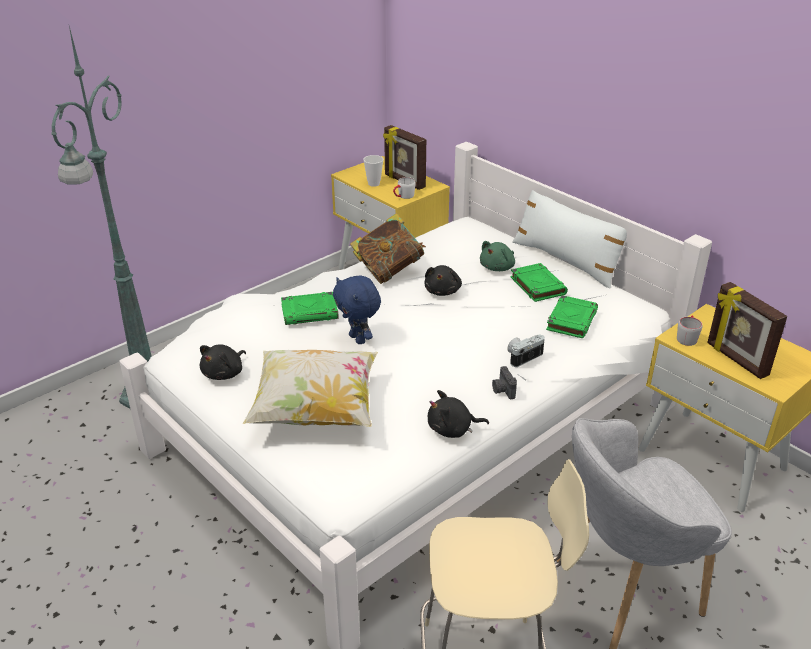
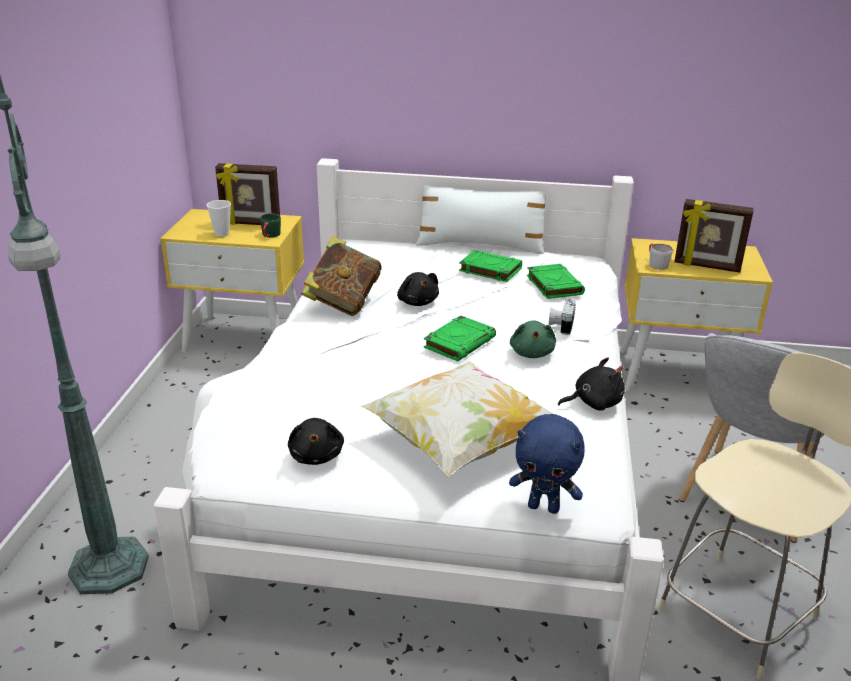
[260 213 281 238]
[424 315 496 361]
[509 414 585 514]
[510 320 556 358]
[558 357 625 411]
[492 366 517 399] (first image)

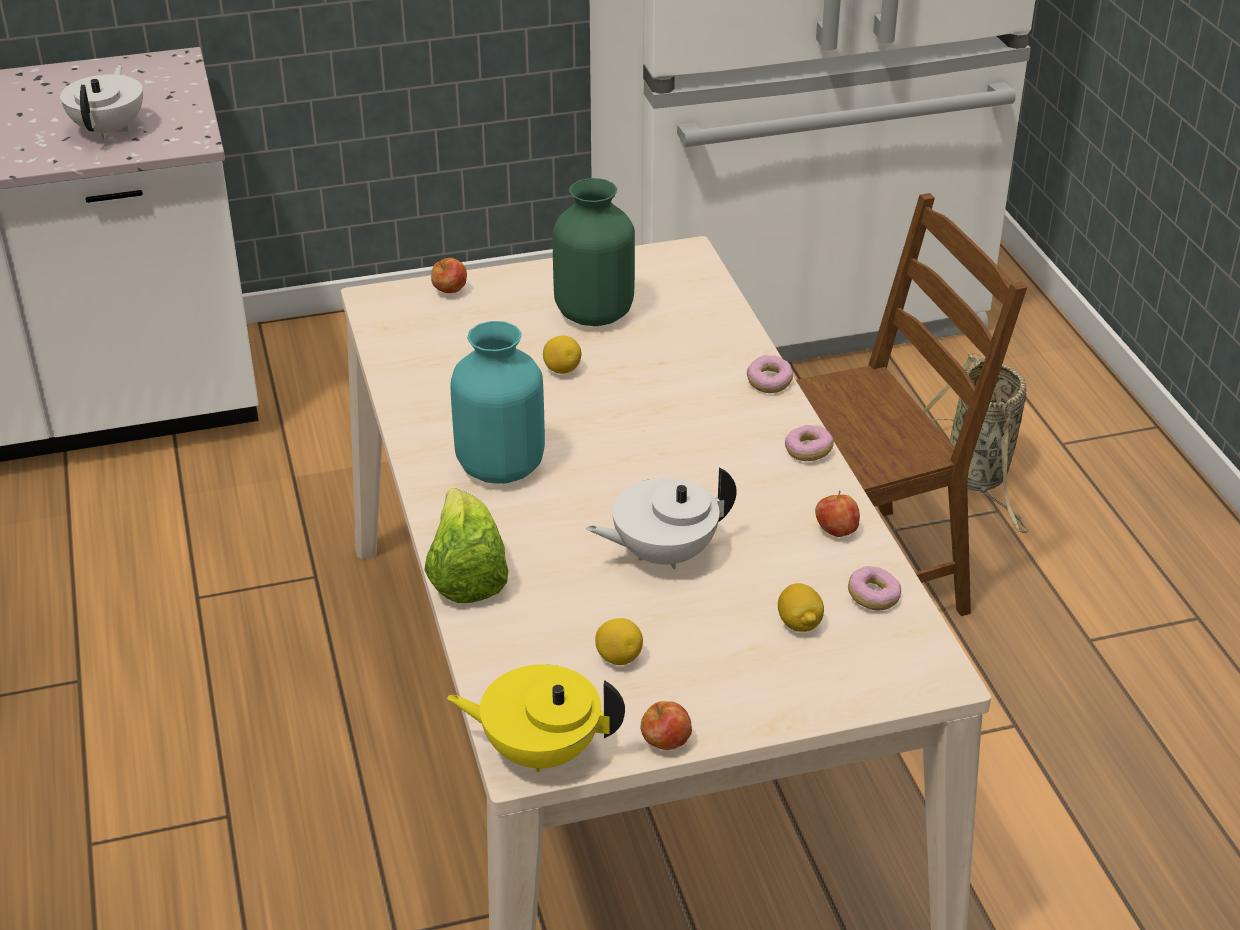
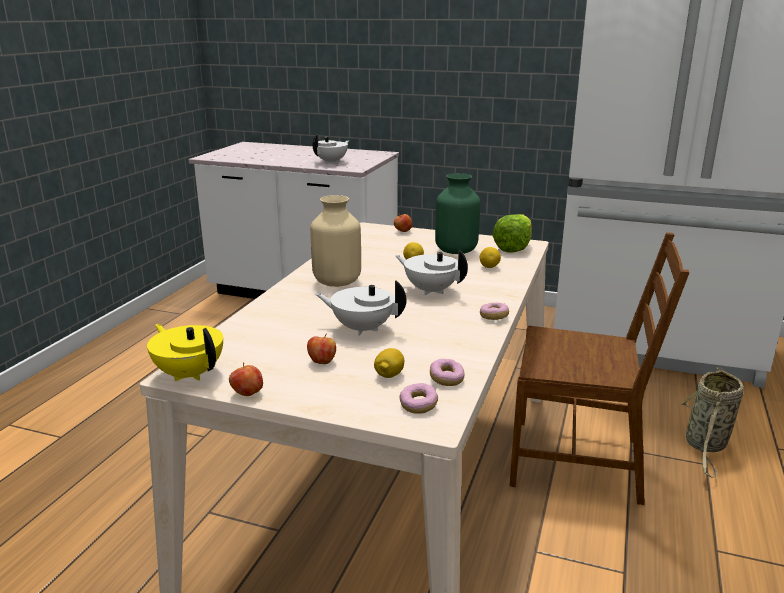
[307 333 336 364]
[310 195 361 287]
[395 250 468 295]
[400 383 438 414]
[480 247 501 268]
[492 214 532 253]

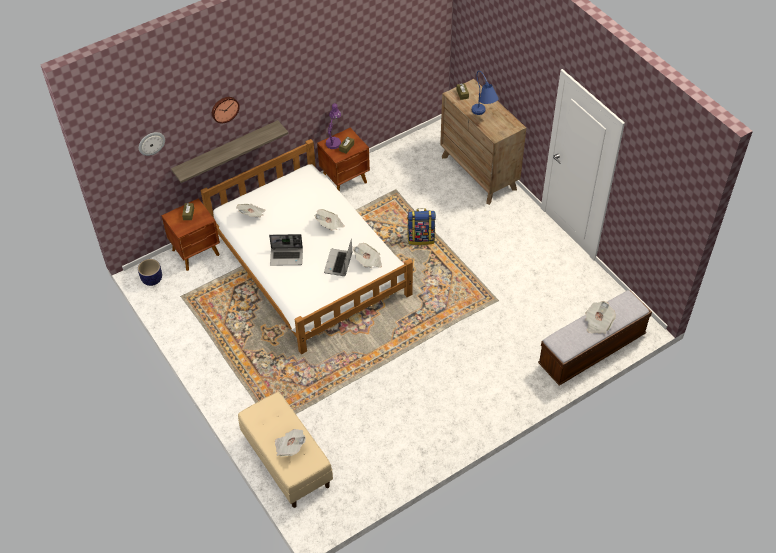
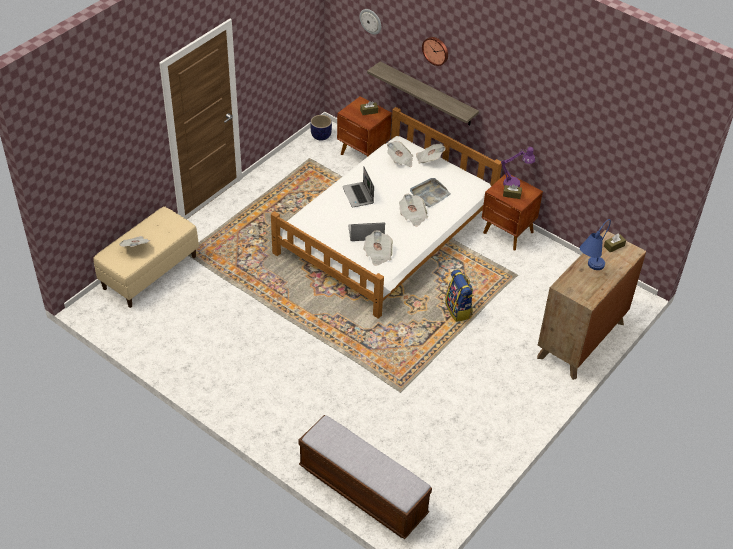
[410 178 451 207]
[416 143 445 164]

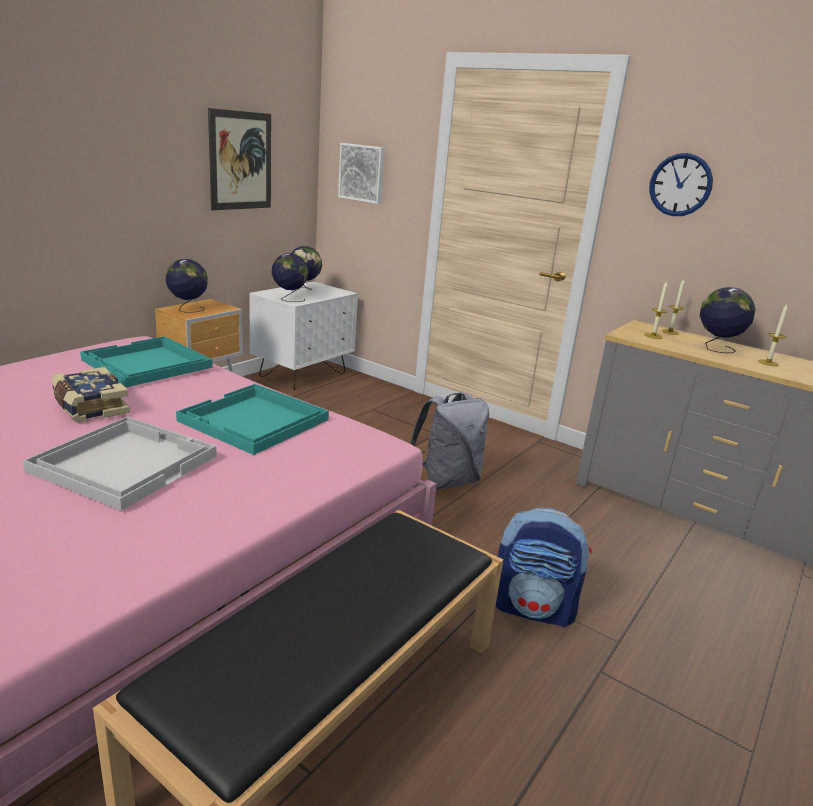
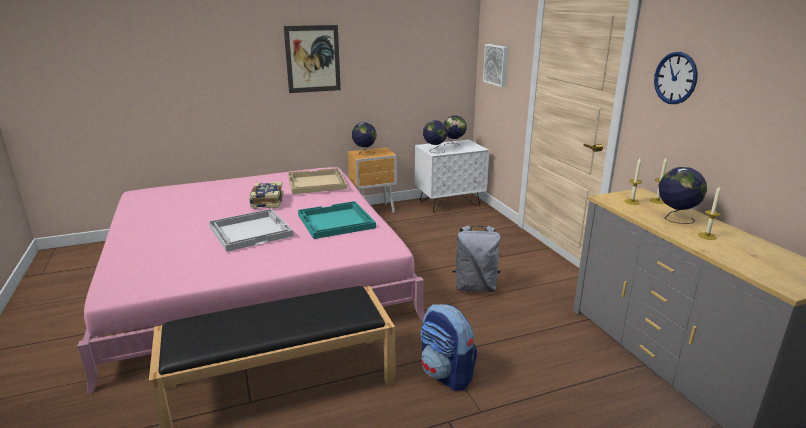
[284 25 341 93]
[288 168 347 194]

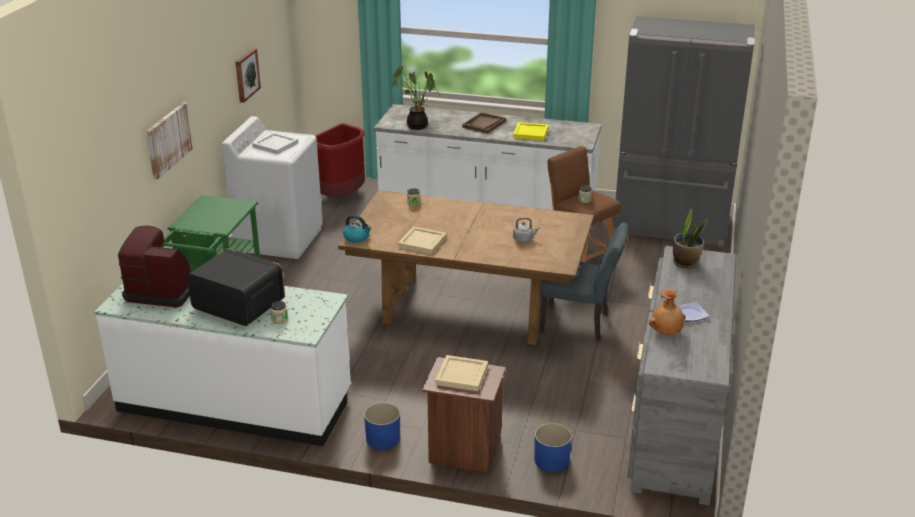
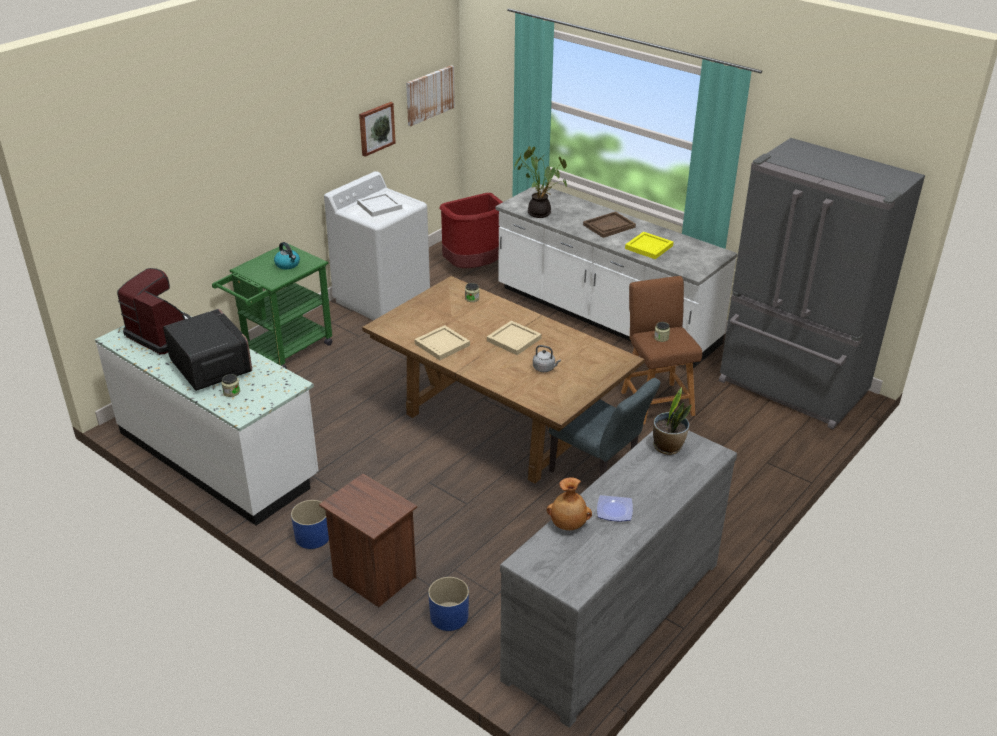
[274 242 300 270]
[406 65 455 126]
[487 321 542 355]

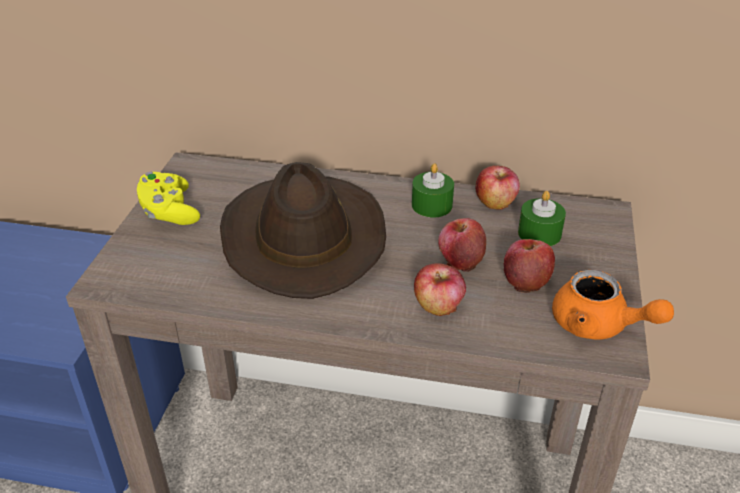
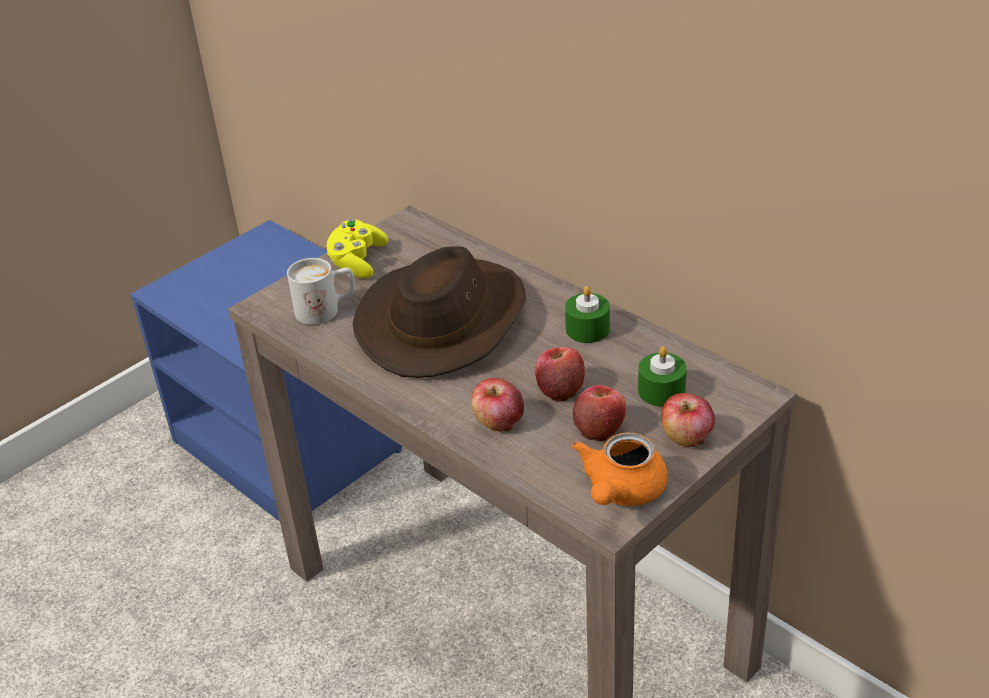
[287 258 355 325]
[572 433 668 506]
[661 393 715 447]

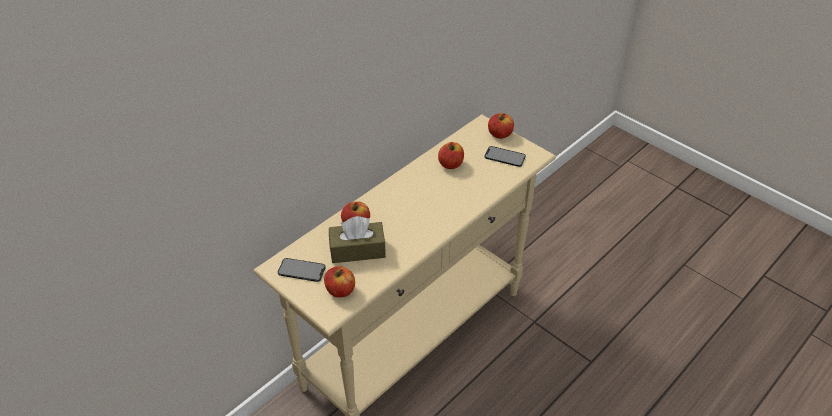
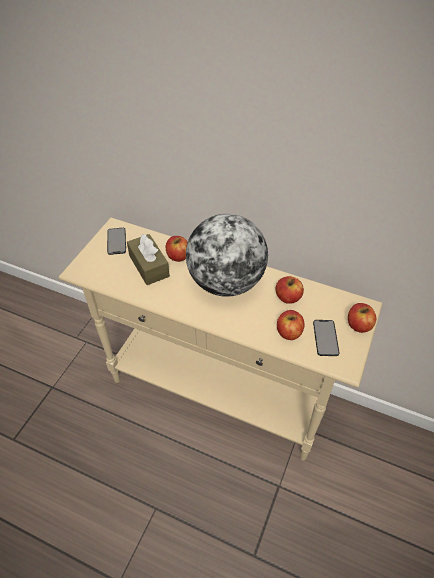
[186 214 268 297]
[277 310 305 340]

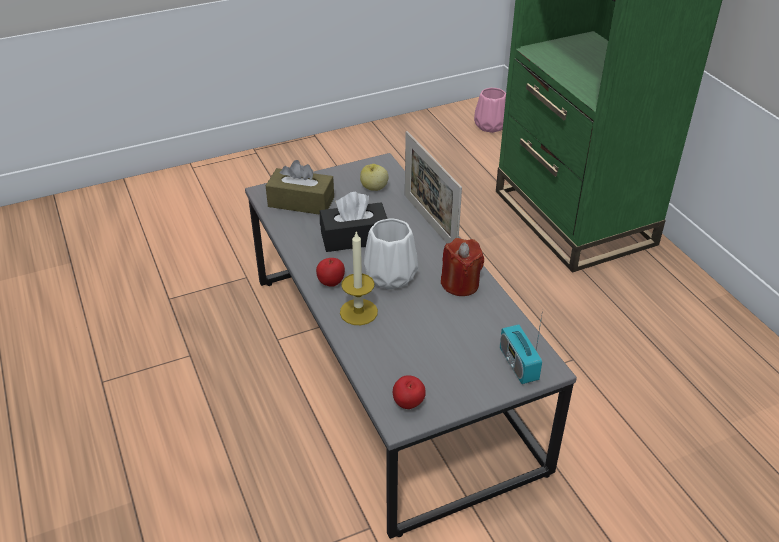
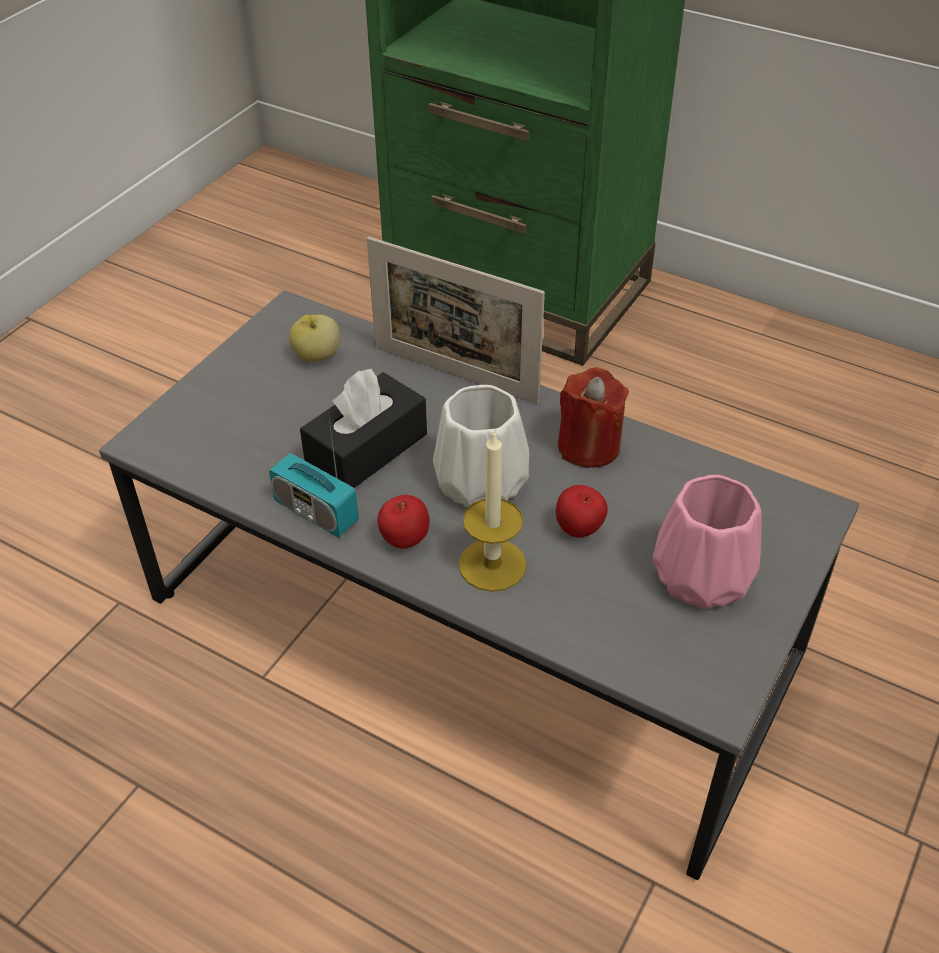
[269 412 359 537]
[556 485 608 538]
[652 475 762 609]
[266 160 334 215] (first image)

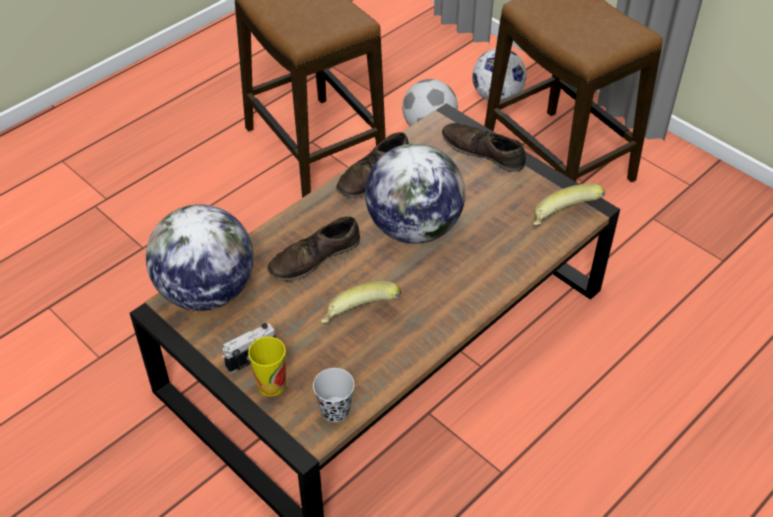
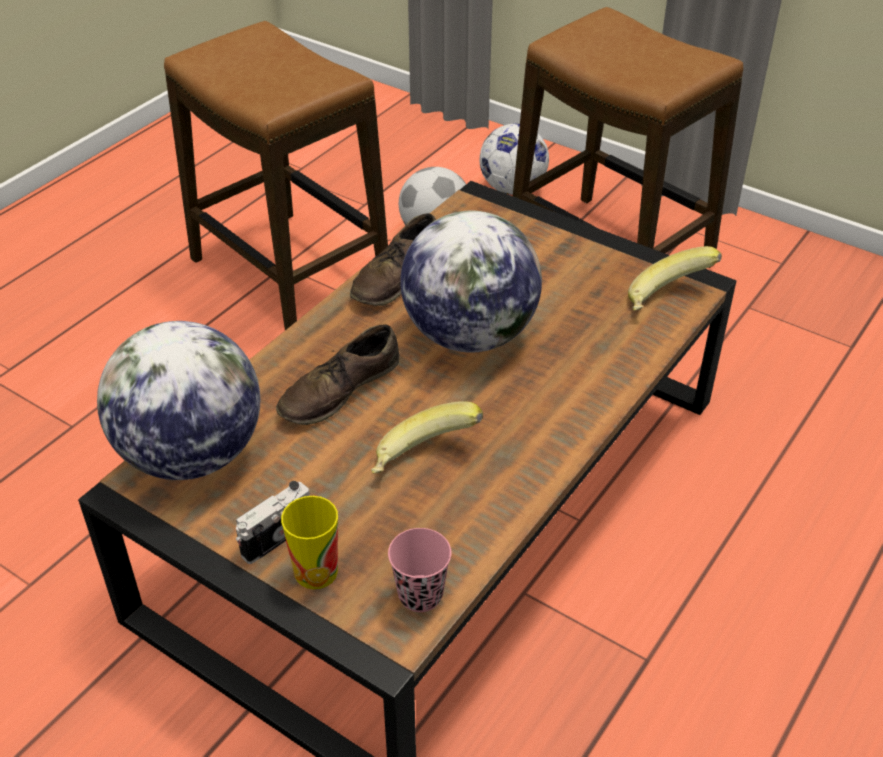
[388 528 451 612]
[442 123 526 172] (first image)

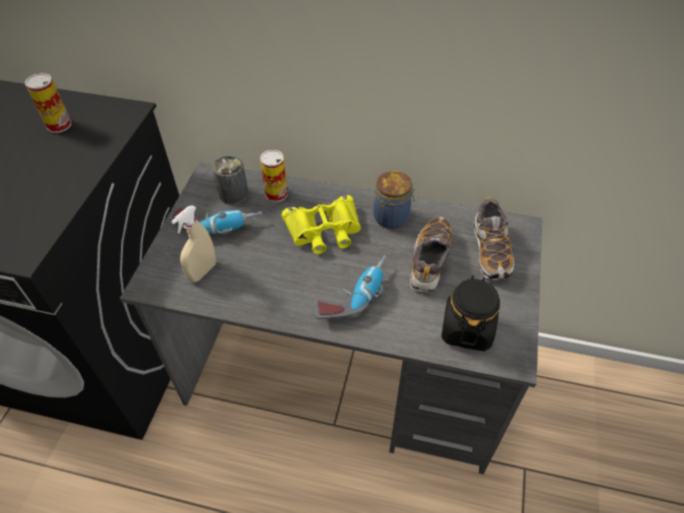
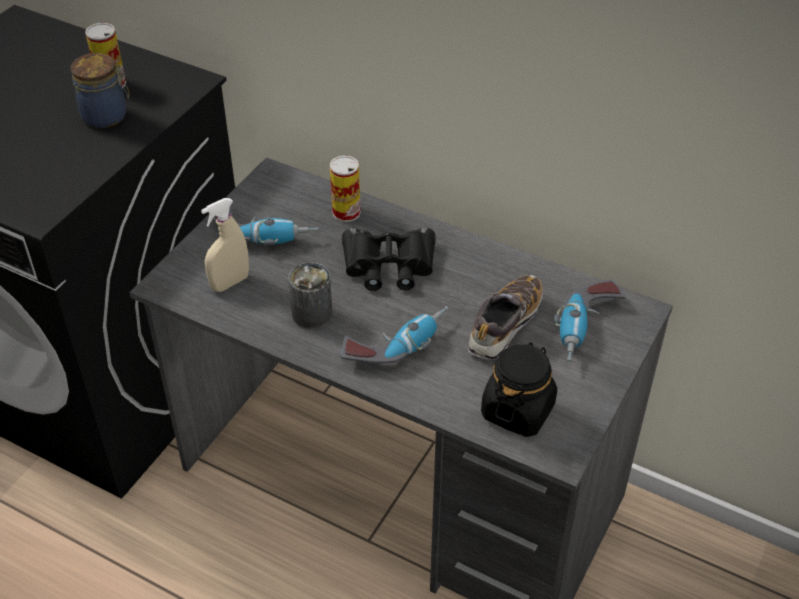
[71 53 129 128]
[289 262 333 330]
[342 228 436 291]
[554 279 626 363]

